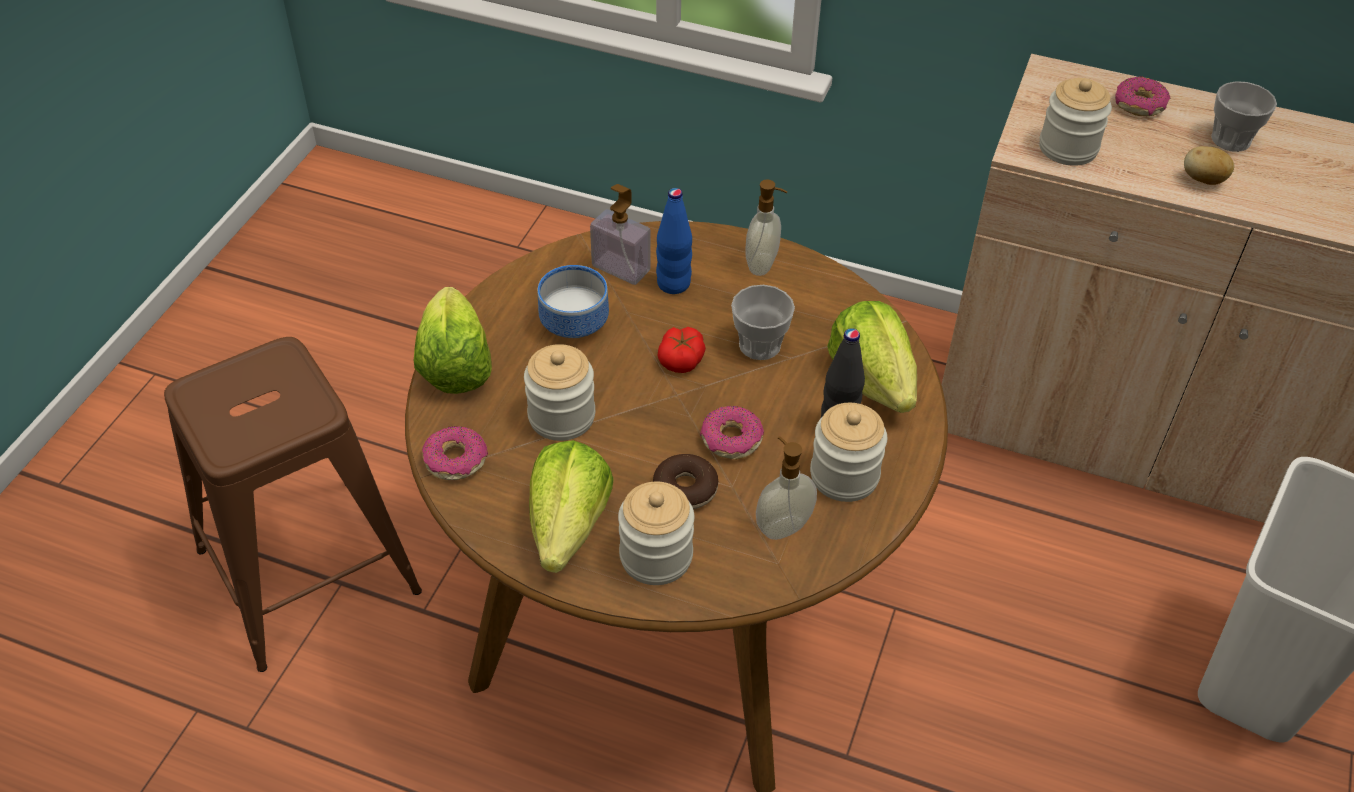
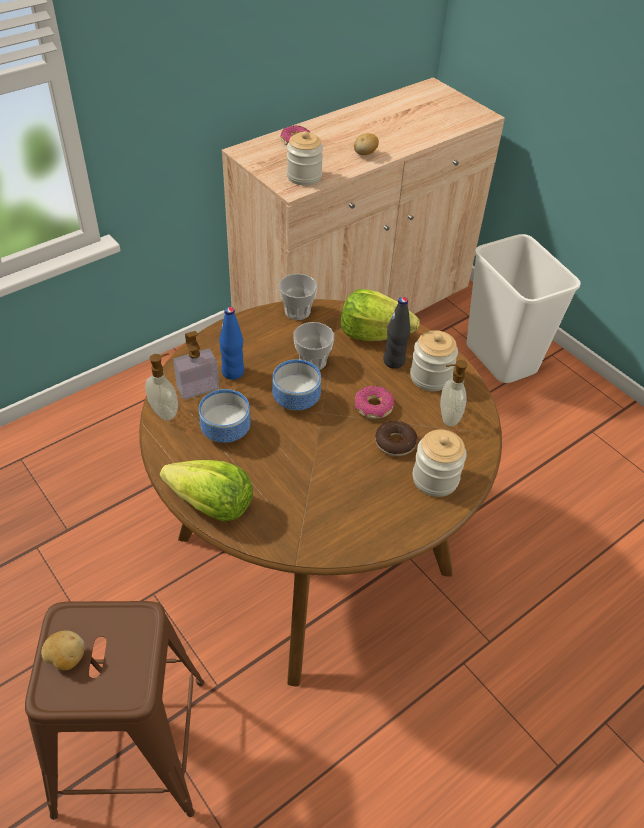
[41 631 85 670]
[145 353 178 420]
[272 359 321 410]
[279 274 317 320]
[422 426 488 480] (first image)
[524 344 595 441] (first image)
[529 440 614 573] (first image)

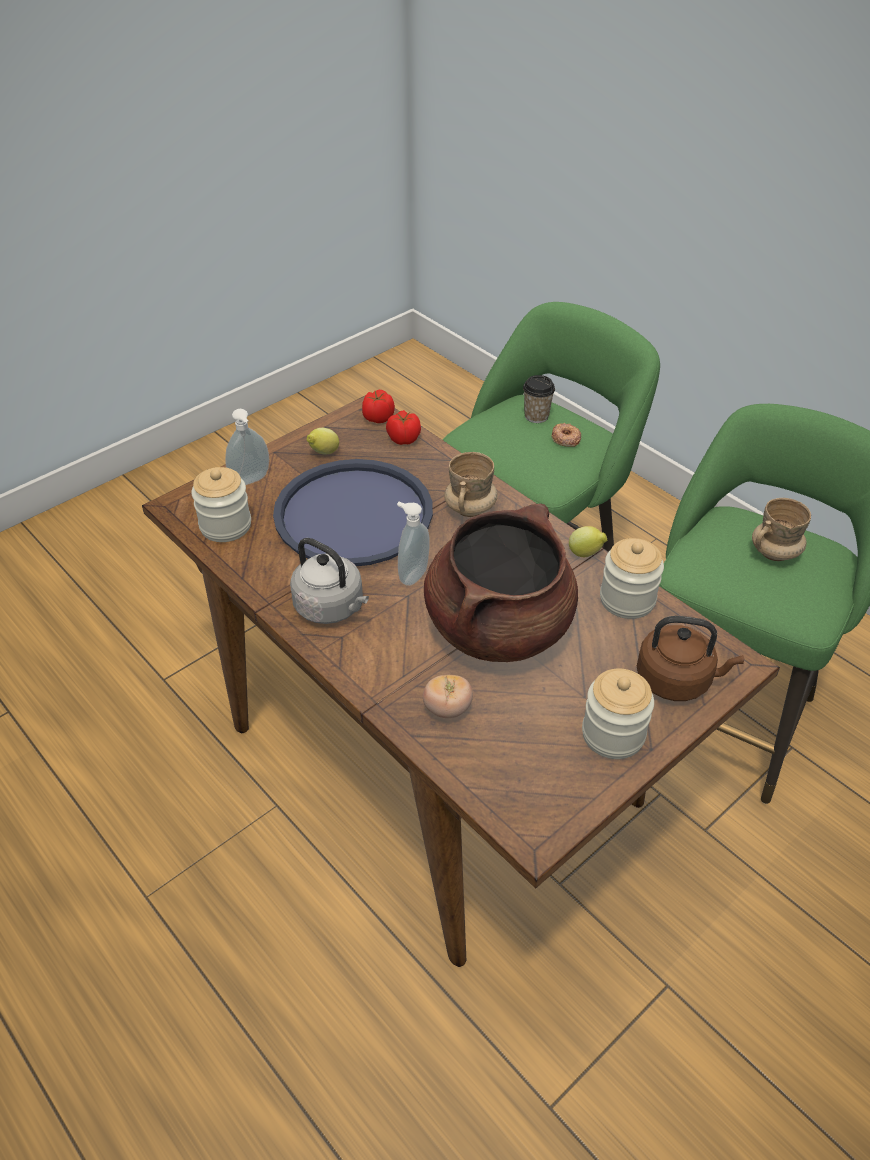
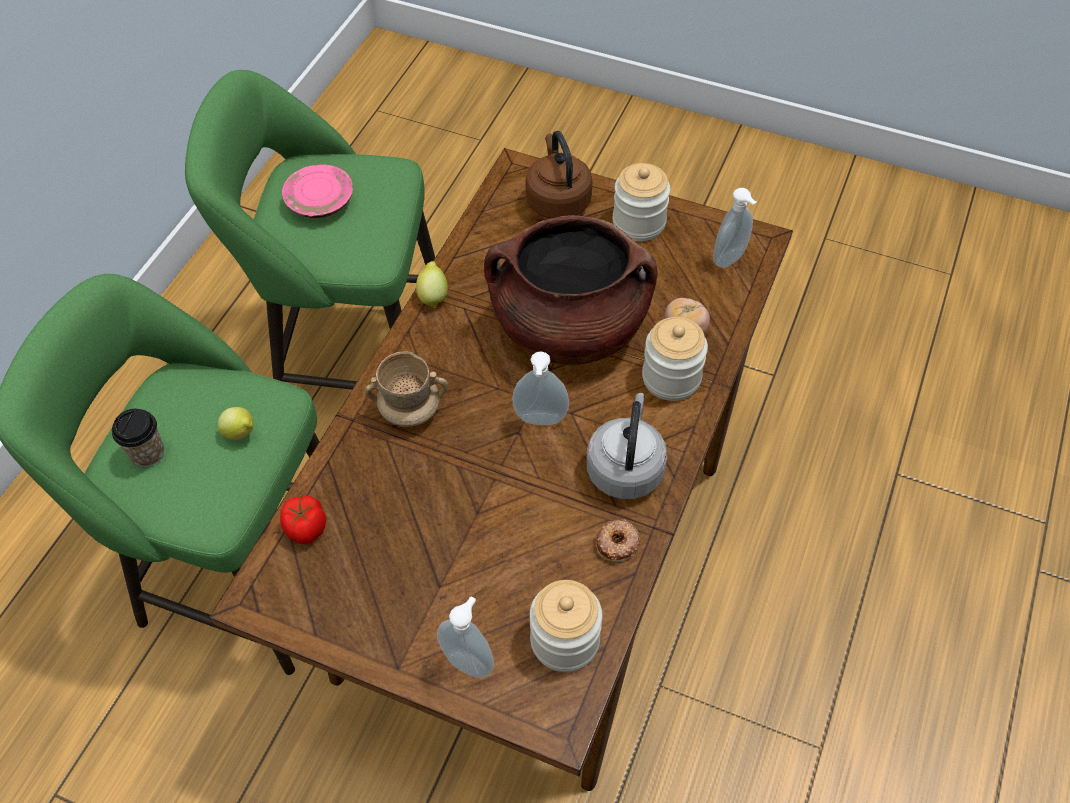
[218 407 254 440]
[282 165 353 218]
[596 519 640 562]
[642 317 708 401]
[713 188 756 268]
[273 459 433 566] (first image)
[362 390 395 423] (first image)

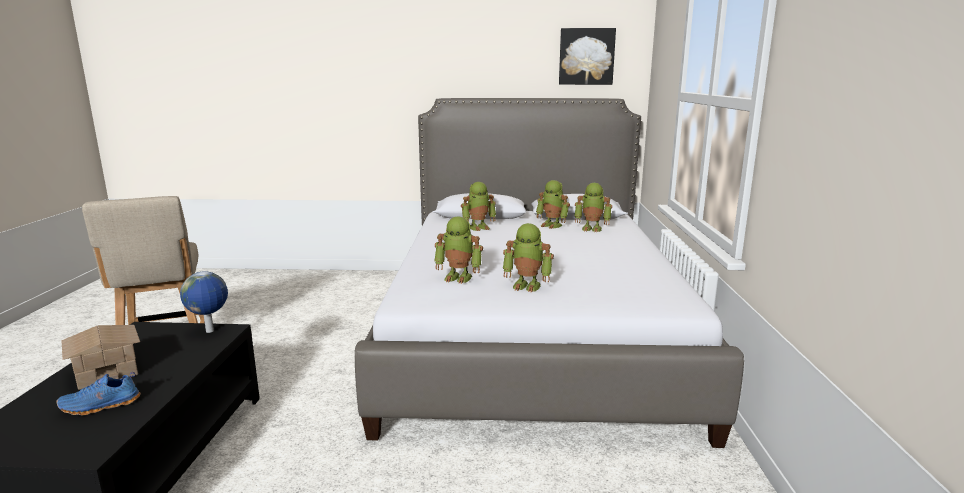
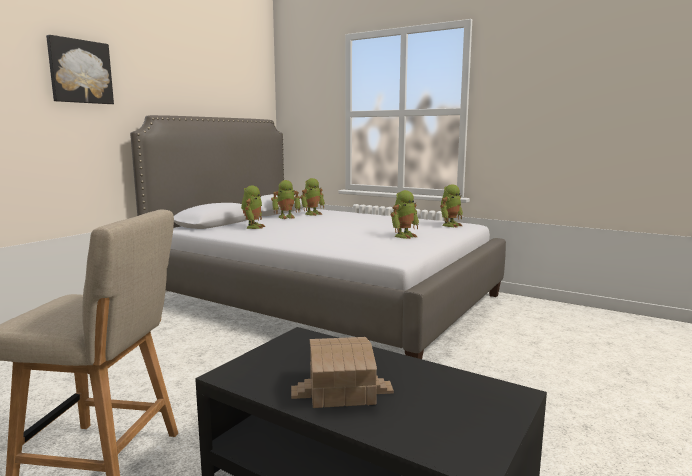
[46 35 114 104]
[440 184 463 227]
[57 372 141 415] (first image)
[180 271 228 333] (first image)

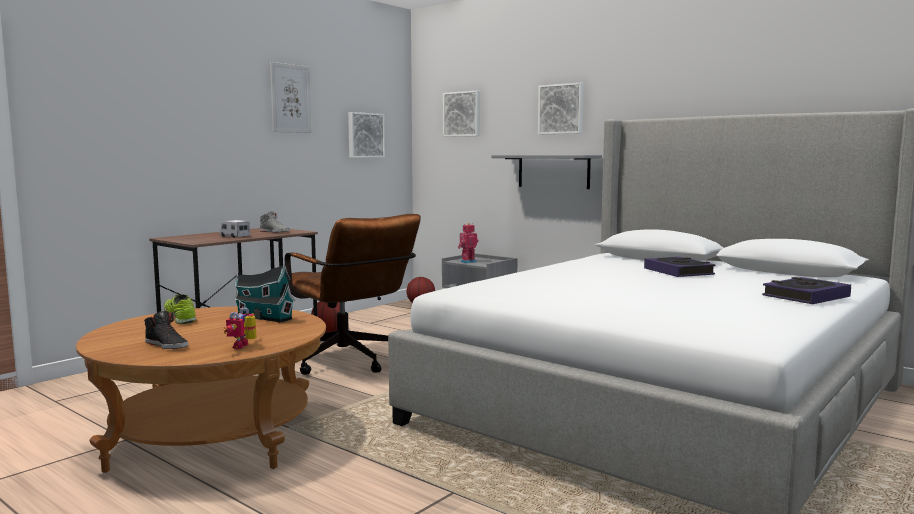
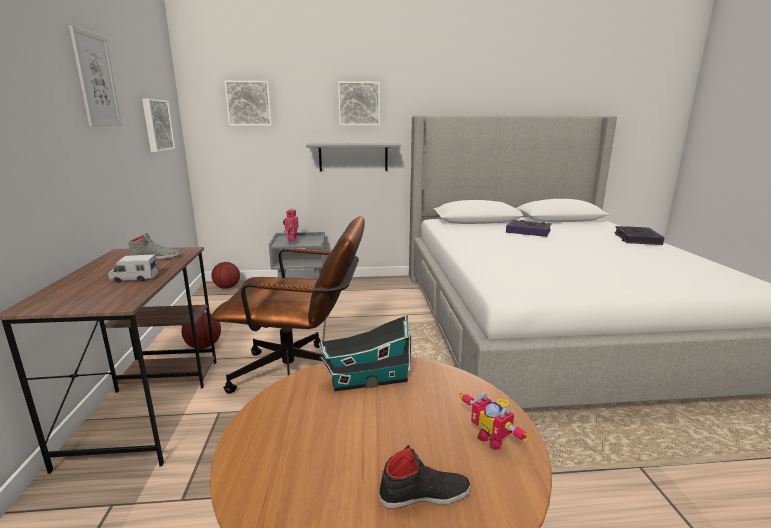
[164 294 197 324] (first image)

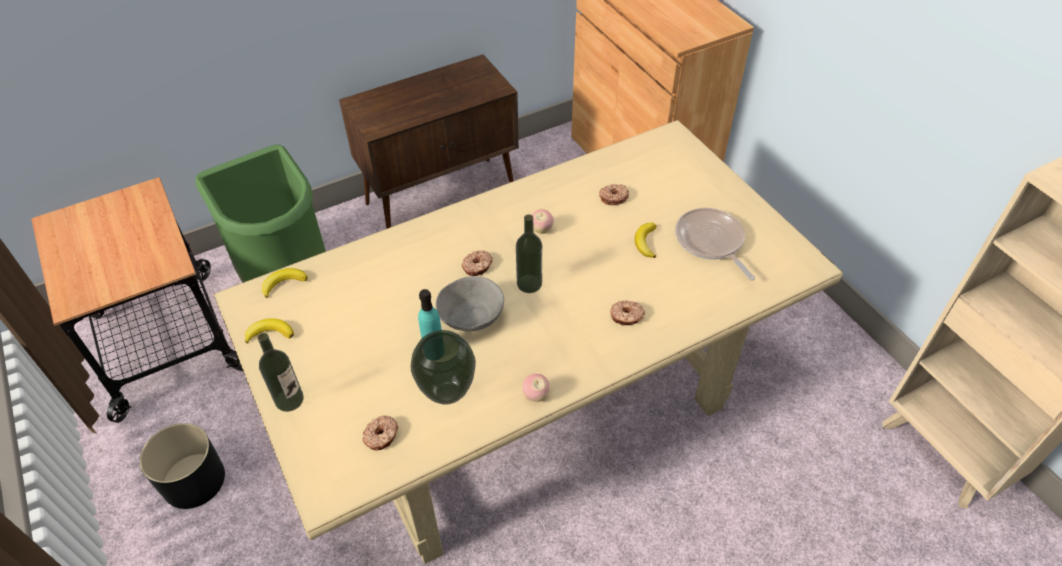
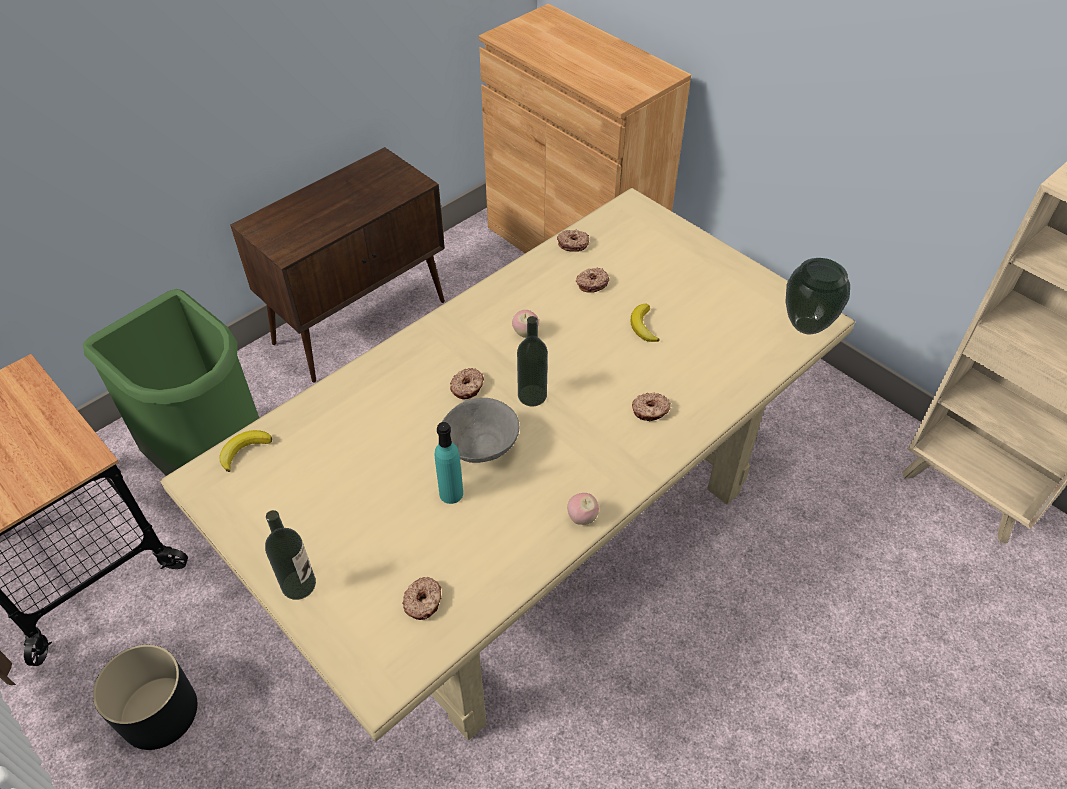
[557 230 589 252]
[786 258 850 334]
[245 318 294 344] (first image)
[675 208 755 281] (first image)

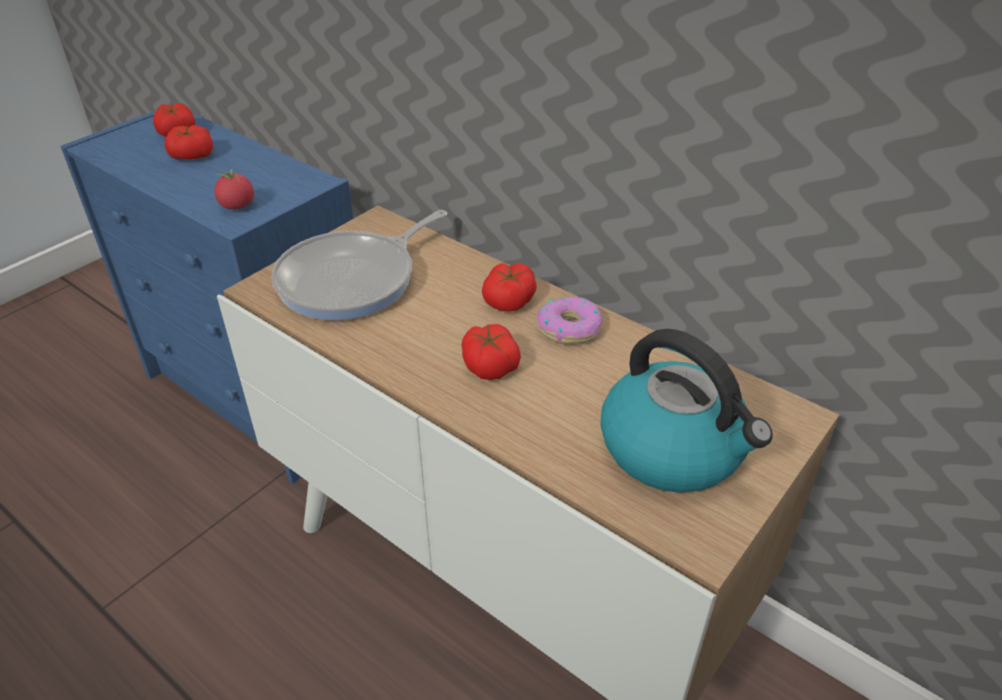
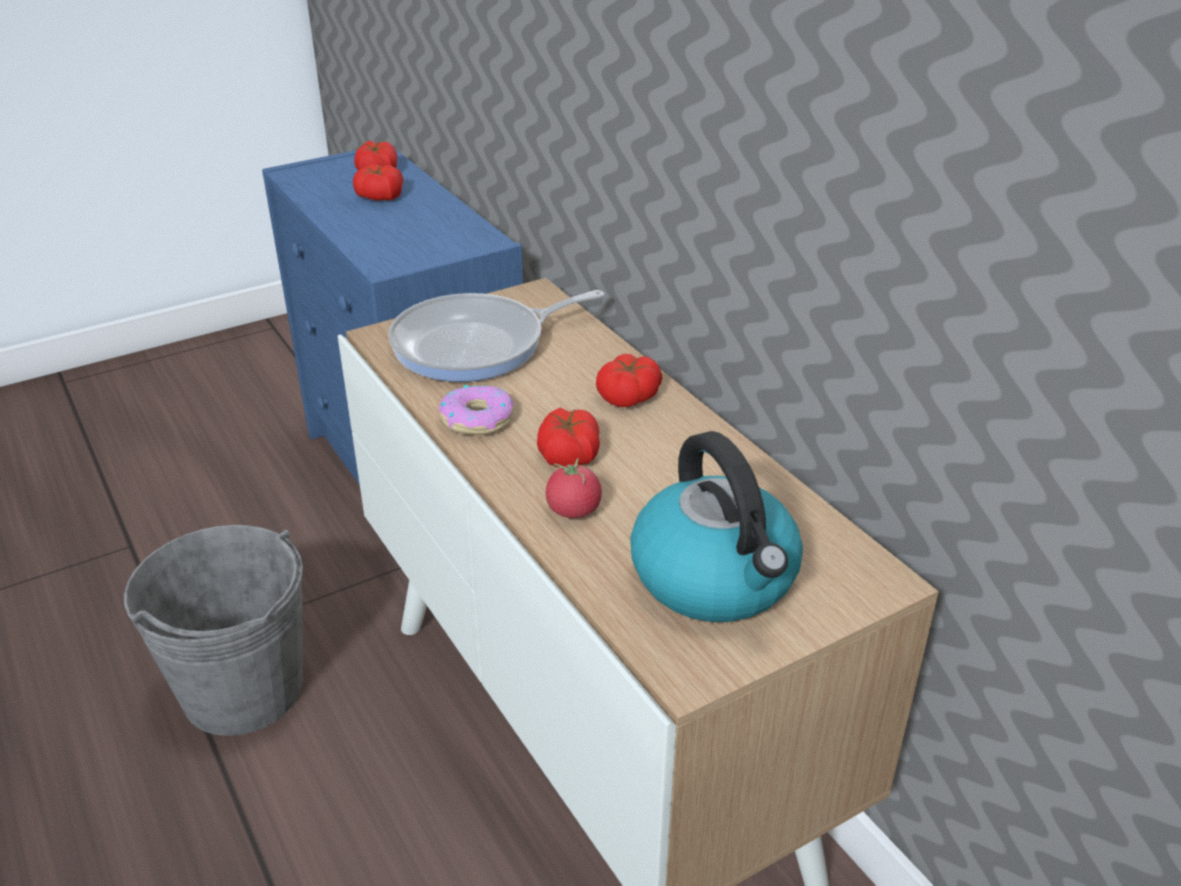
[124 525 303 736]
[439 385 514 435]
[545 458 602 518]

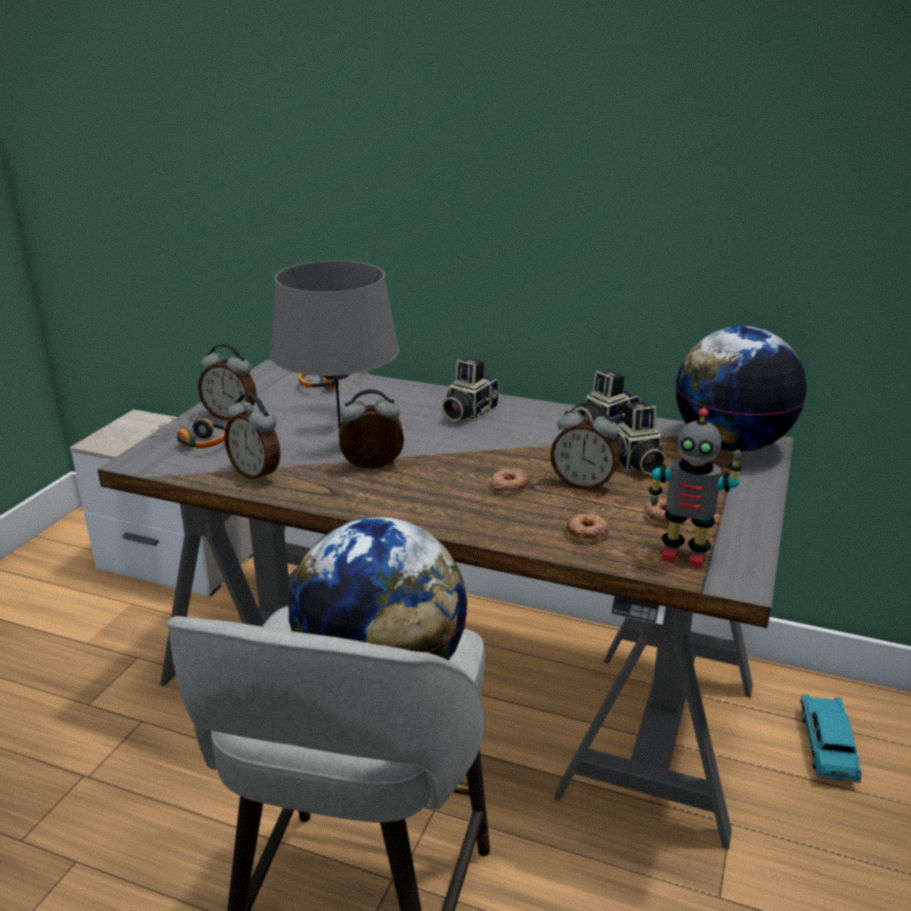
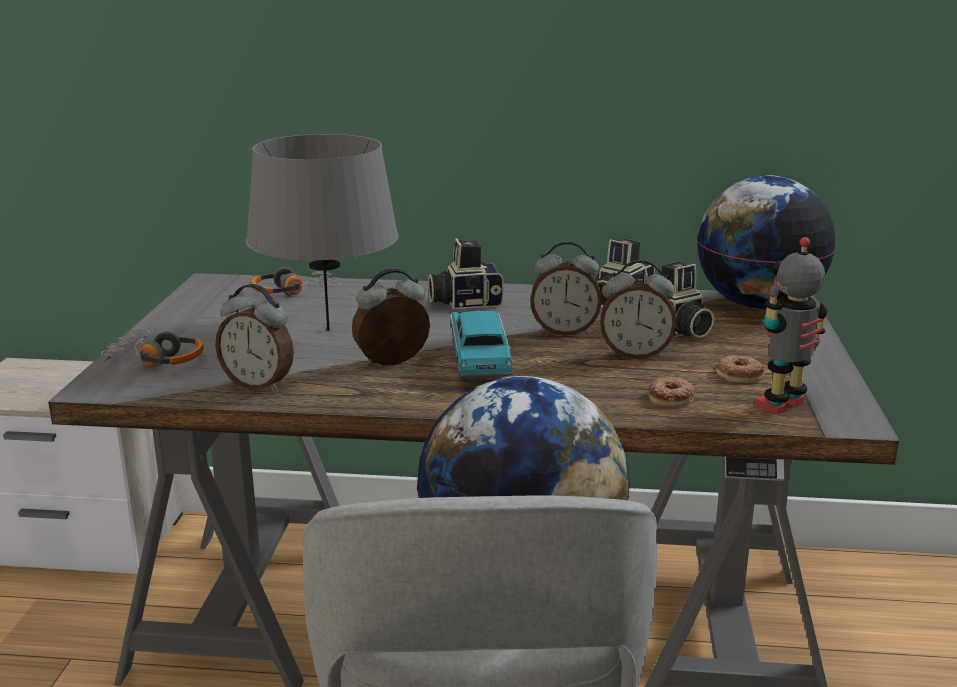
[428 238 504 310]
[450 310 513 378]
[530 241 602 336]
[755 237 827 415]
[490 469 529 495] (first image)

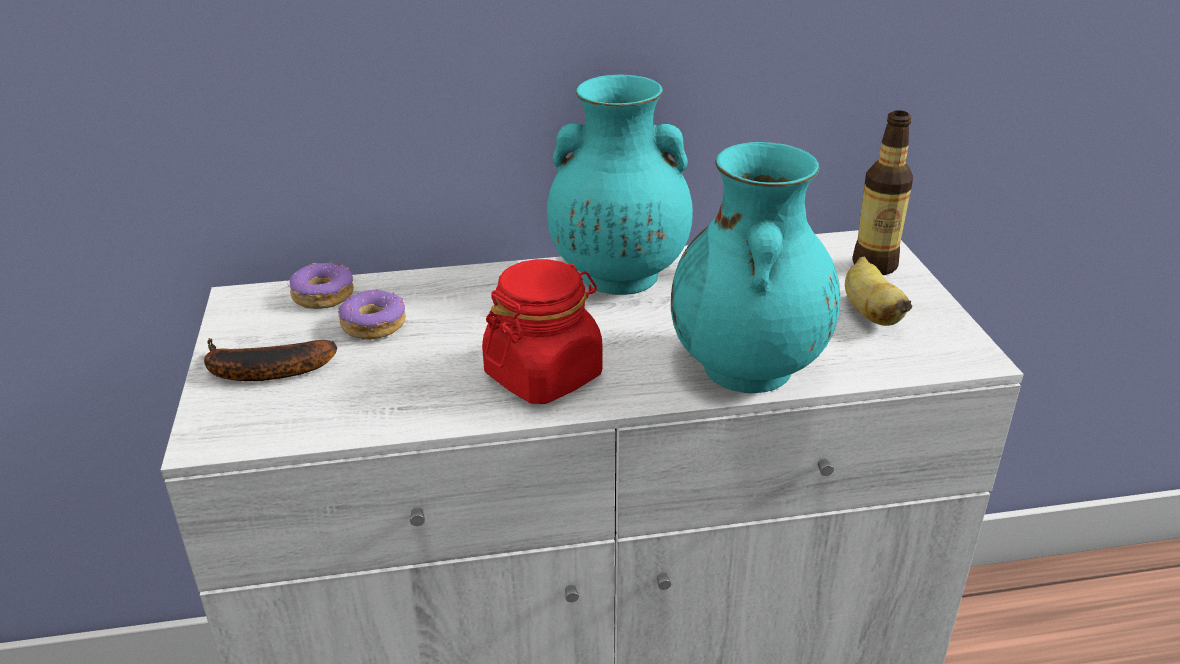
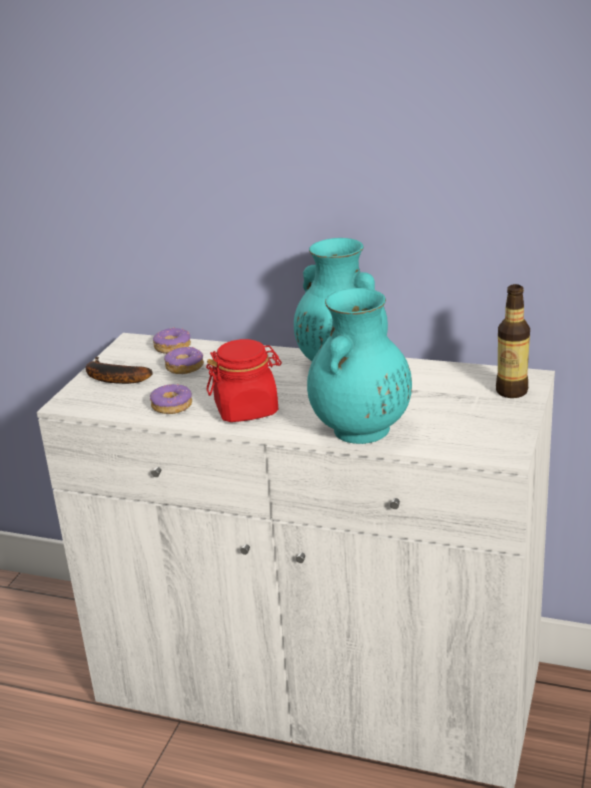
[150 384 192 414]
[845 257 912 326] (first image)

